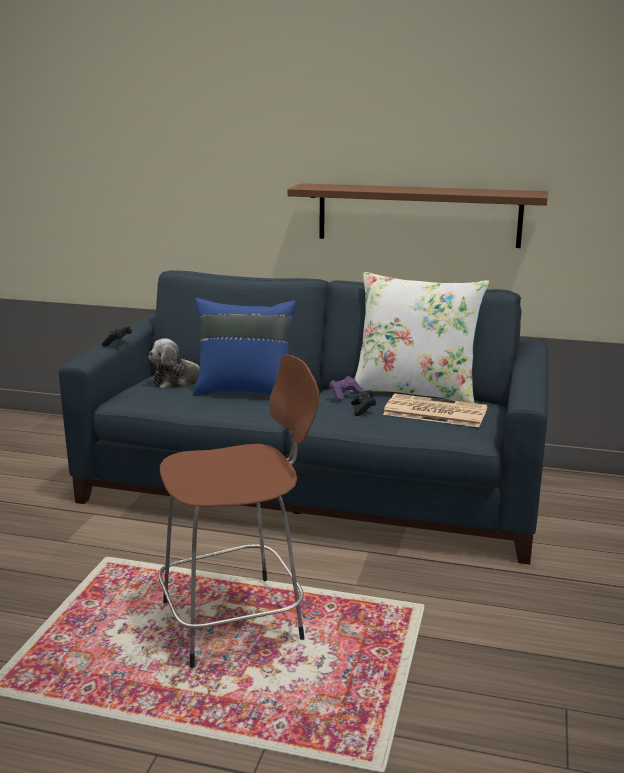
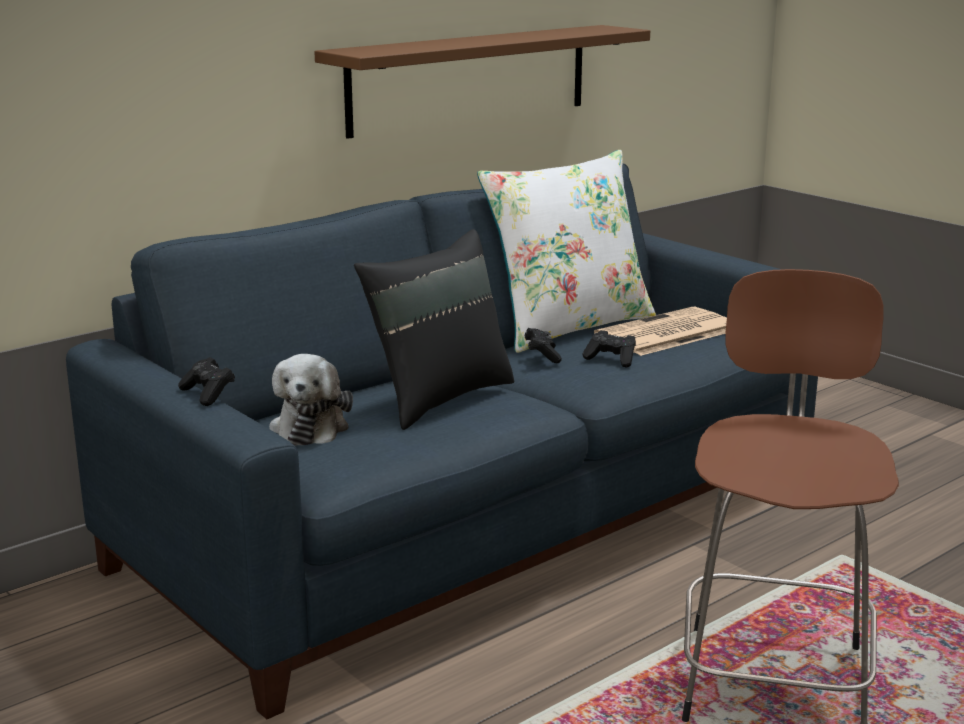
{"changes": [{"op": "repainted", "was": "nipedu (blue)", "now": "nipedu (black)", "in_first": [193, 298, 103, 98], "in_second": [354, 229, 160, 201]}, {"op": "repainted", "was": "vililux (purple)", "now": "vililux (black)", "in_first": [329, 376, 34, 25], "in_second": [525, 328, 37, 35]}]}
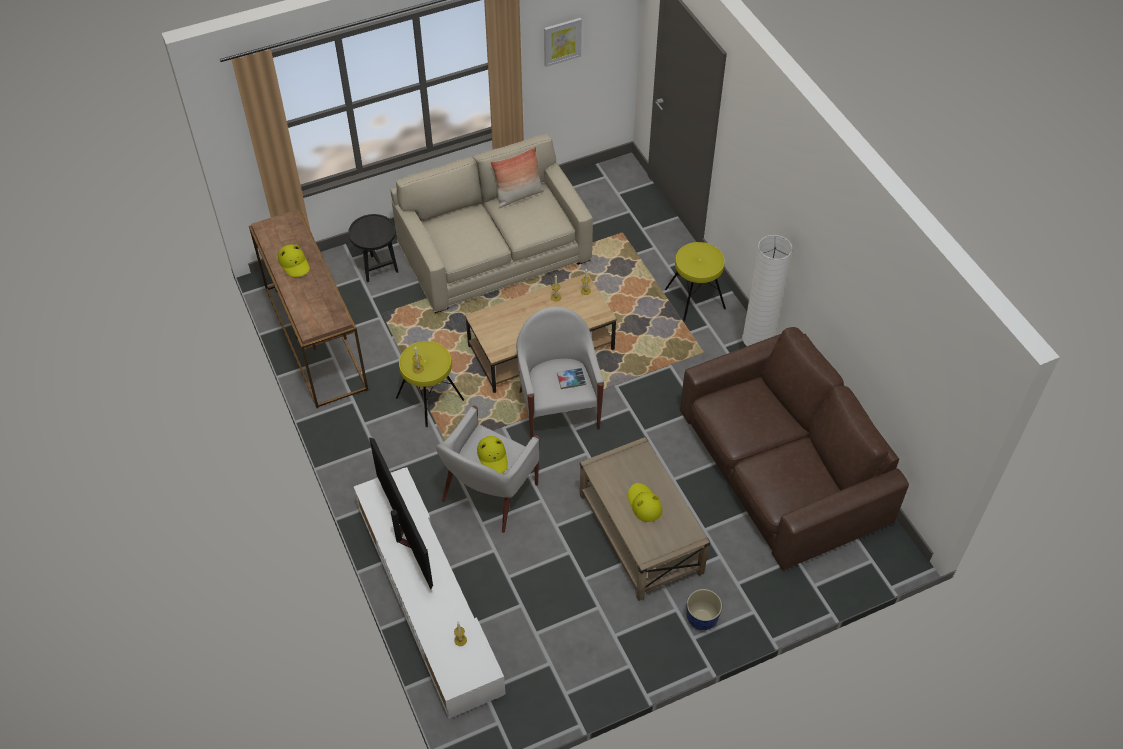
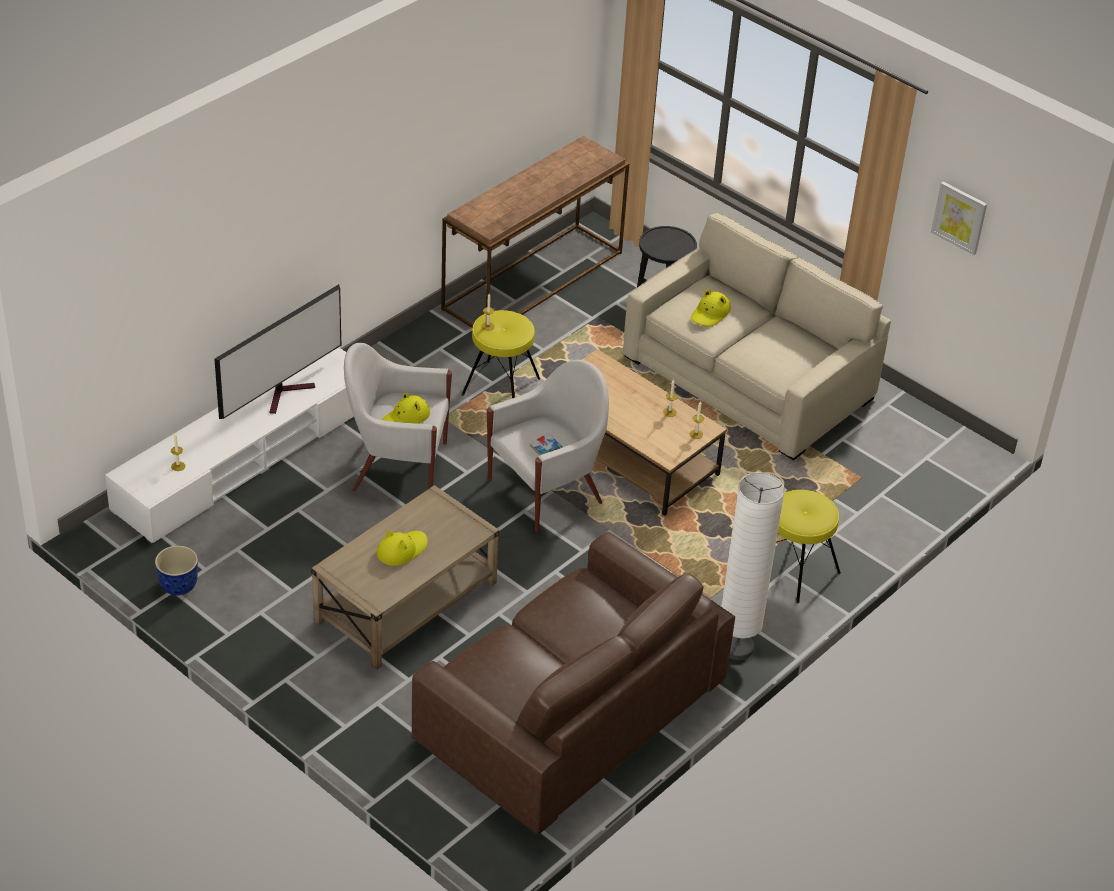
{"changes": [{"op": "gone", "was": "nipedu", "in_first": [490, 147, 54, 61]}, {"op": "shifted", "was": "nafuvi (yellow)", "in_first": [278, 244, 32, 33], "in_second": [691, 290, 40, 37]}, {"op": "shifted", "was": "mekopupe", "in_first": [687, 589, 35, 41], "in_second": [155, 546, 43, 49]}]}
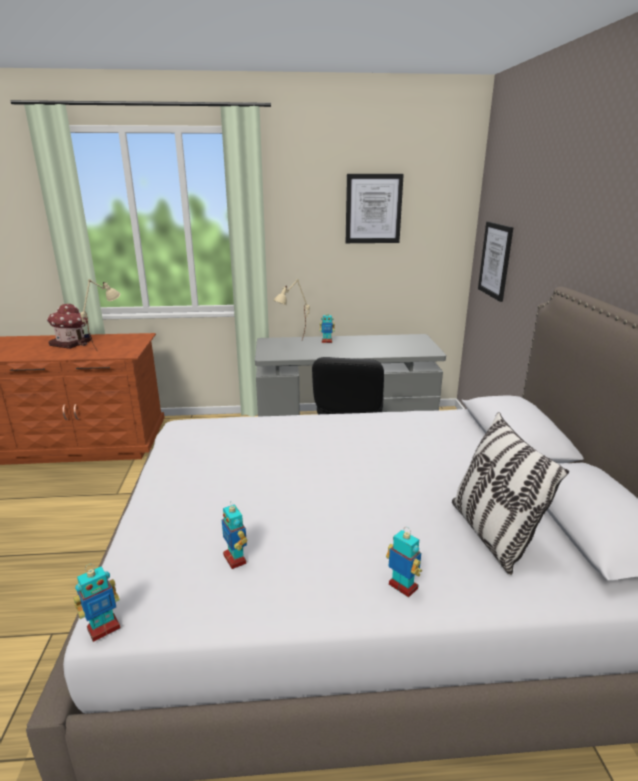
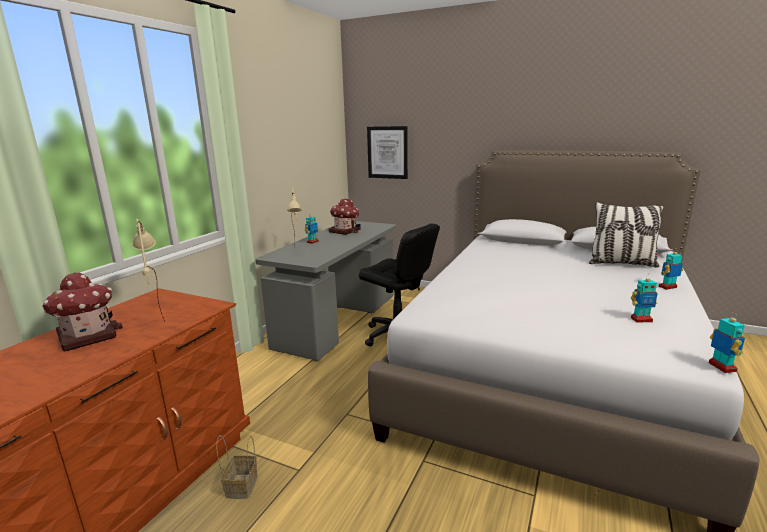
{"changes": [{"op": "gone", "was": "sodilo", "in_first": [346, 174, 58, 69]}, {"op": "new", "now": "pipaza", "in_second": [328, 198, 33, 37]}, {"op": "new", "now": "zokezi", "in_second": [216, 435, 42, 64]}]}
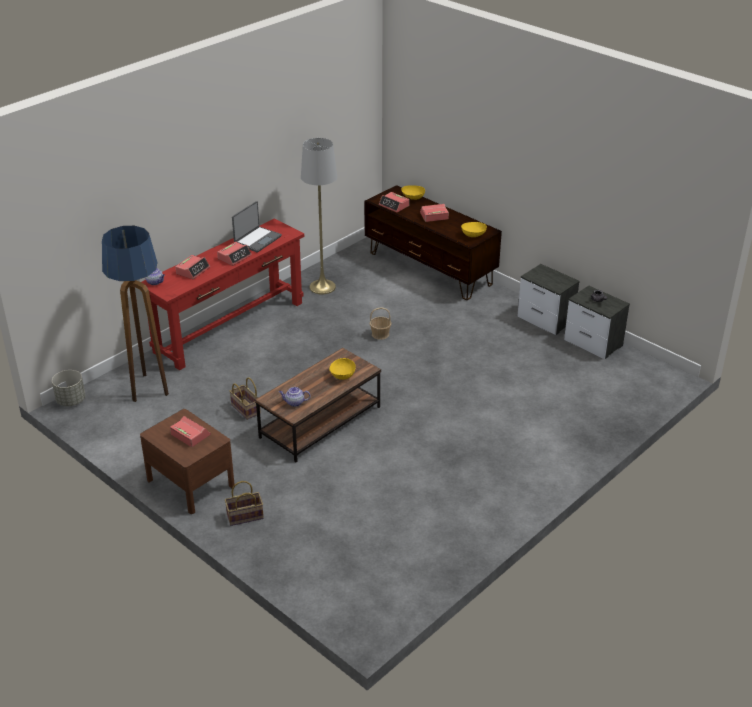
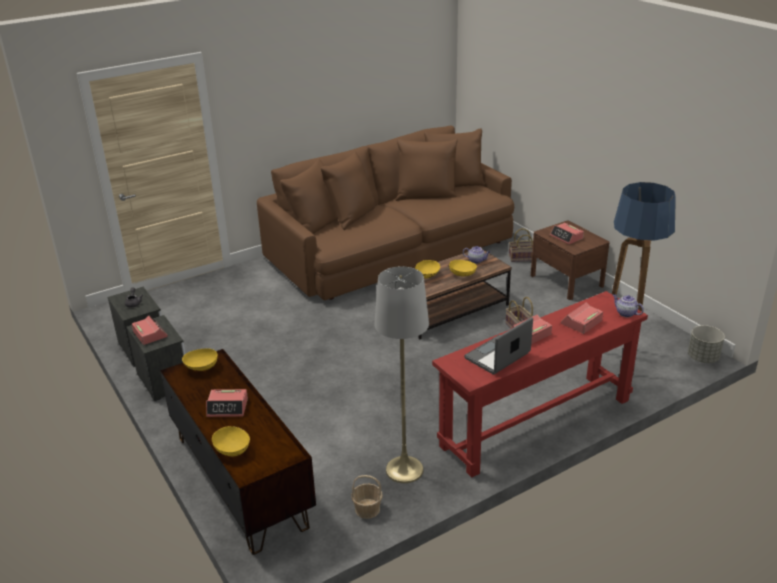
{"changes": [{"op": "shifted", "was": "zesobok", "in_first": [379, 192, 30, 20], "in_second": [132, 316, 36, 29]}, {"op": "shifted", "was": "zokezi", "in_first": [370, 307, 22, 33], "in_second": [351, 475, 32, 44]}, {"op": "new", "now": "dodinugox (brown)", "in_second": [257, 126, 257, 175]}, {"op": "new", "now": "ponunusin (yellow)", "in_second": [449, 260, 28, 16]}]}
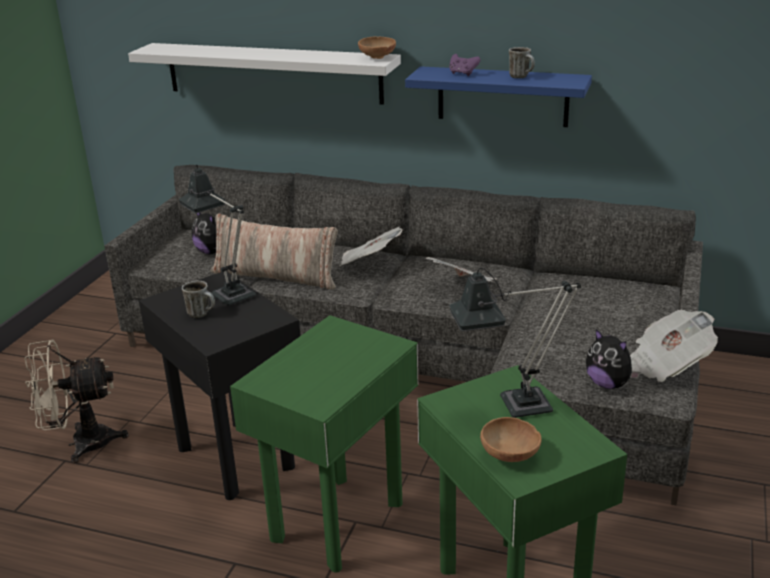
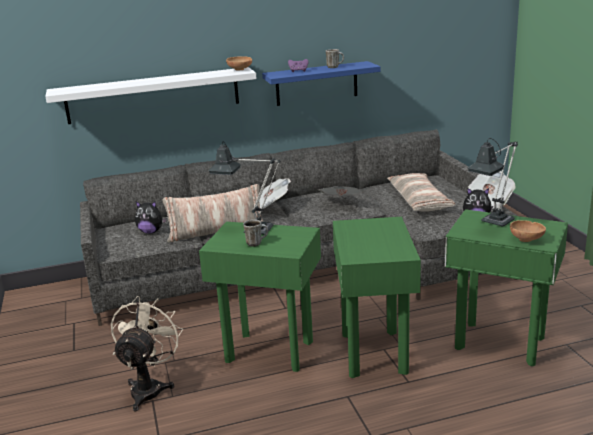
{"changes": [{"op": "repainted", "was": "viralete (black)", "now": "viralete (green)", "in_first": [139, 271, 162, 229], "in_second": [199, 222, 122, 150]}, {"op": "rotated", "was": "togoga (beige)", "in_first": [25, 339, 104, 124], "in_second": [111, 296, 72, 116], "clockwise": 150}, {"op": "new", "now": "nipedu", "in_second": [387, 173, 69, 38]}]}
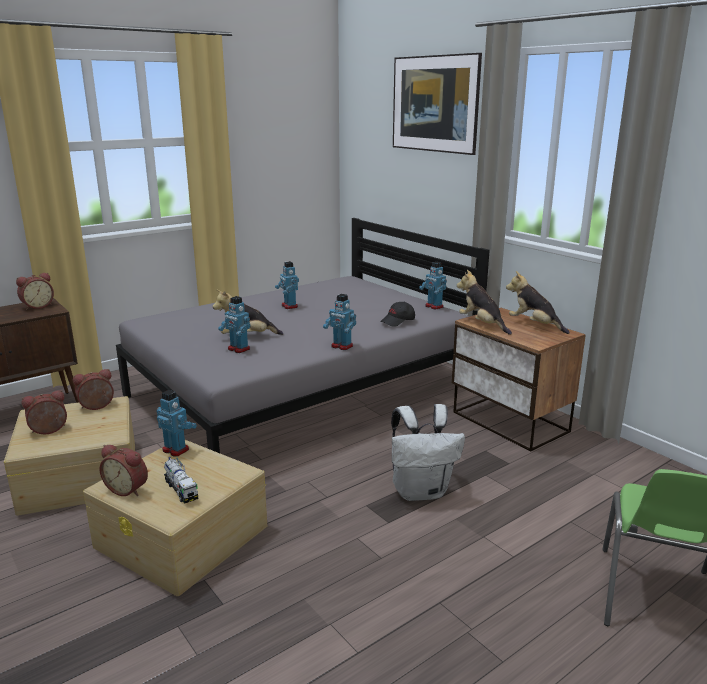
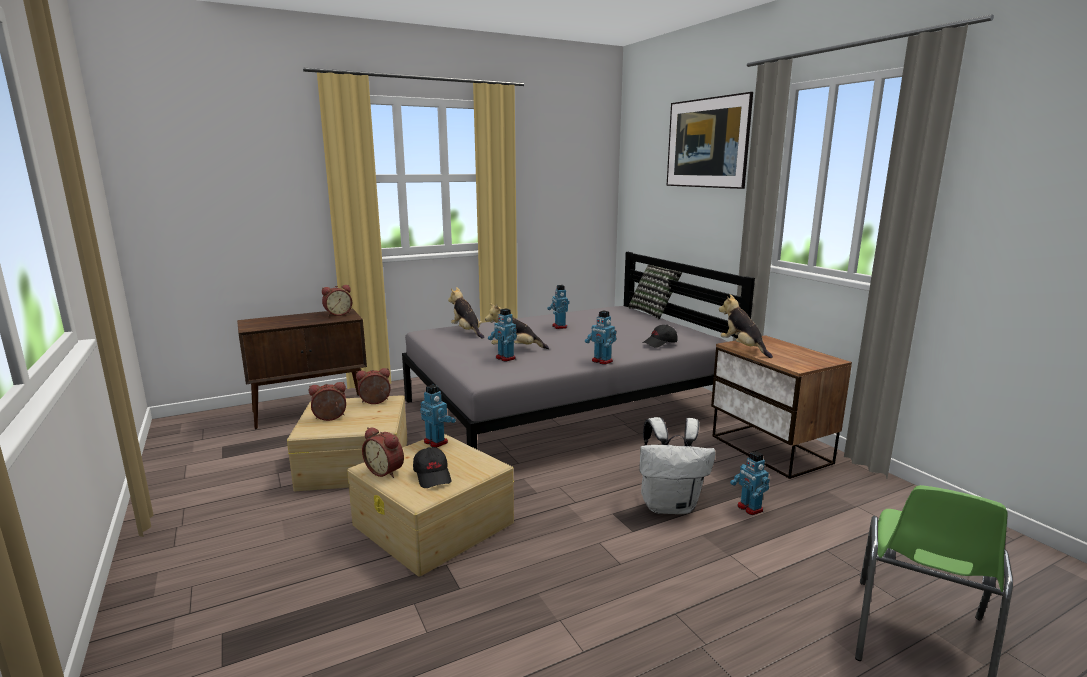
{"changes": [{"op": "shifted", "was": "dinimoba", "in_first": [419, 262, 28, 47], "in_second": [730, 451, 40, 64]}, {"op": "shifted", "was": "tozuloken", "in_first": [506, 271, 64, 63], "in_second": [448, 287, 36, 52]}, {"op": "swapped", "was": "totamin", "now": "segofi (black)", "in_first": [164, 457, 34, 47], "in_second": [413, 447, 38, 41]}, {"op": "new", "now": "nipedu", "in_second": [628, 265, 54, 54]}]}
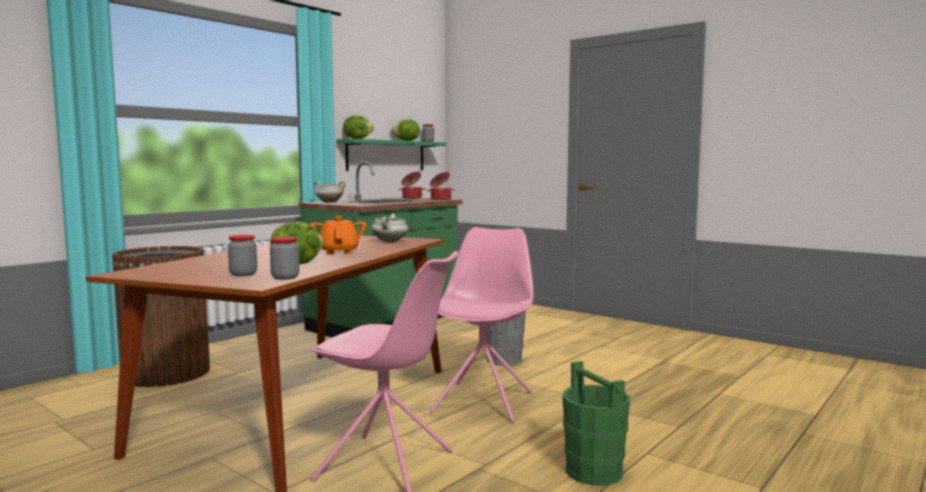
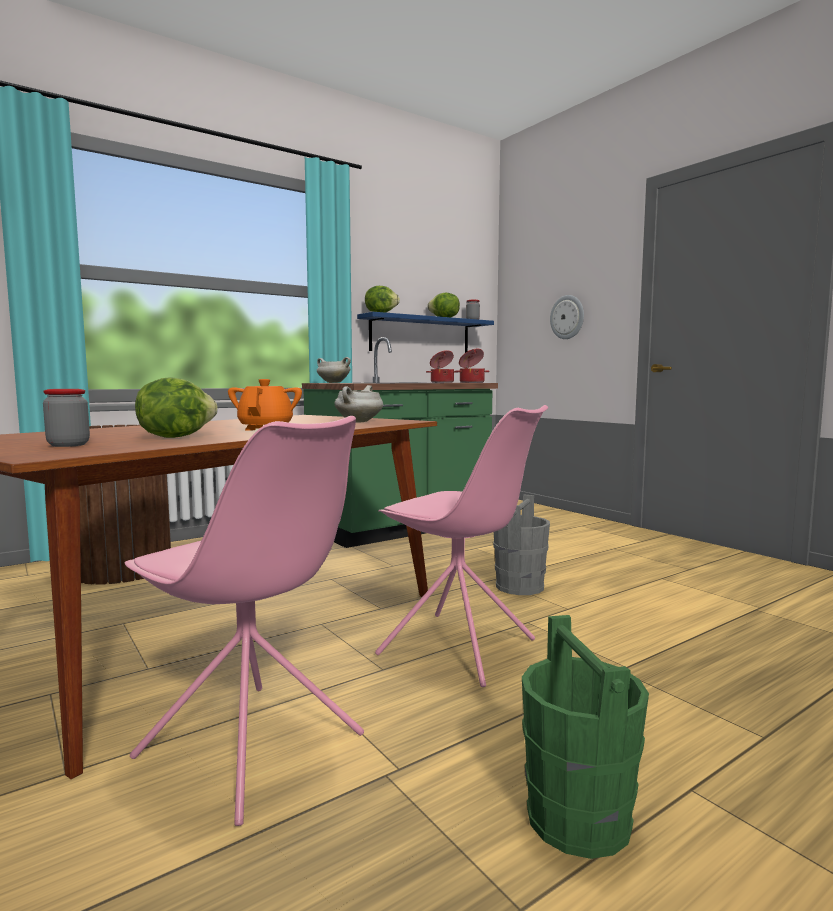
{"changes": [{"op": "repainted", "was": "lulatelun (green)", "now": "lulatelun (blue)", "in_first": [336, 139, 110, 32], "in_second": [357, 312, 137, 41]}, {"op": "rotated", "was": "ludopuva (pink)", "in_first": [430, 227, 104, 195], "in_second": [375, 405, 173, 282], "clockwise": 90}, {"op": "gone", "was": "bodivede", "in_first": [270, 237, 29, 43]}, {"op": "new", "now": "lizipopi", "in_second": [550, 295, 34, 44]}]}
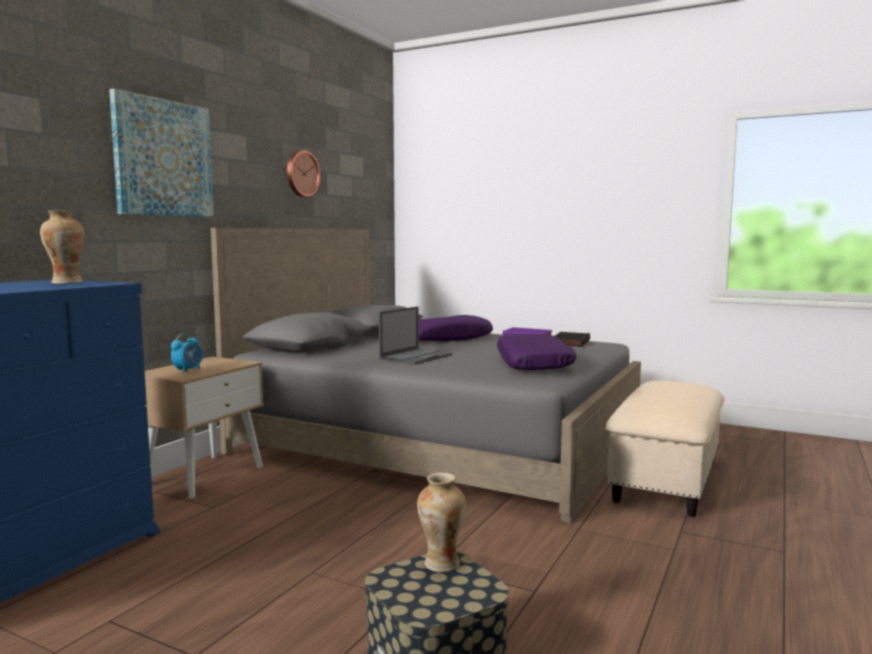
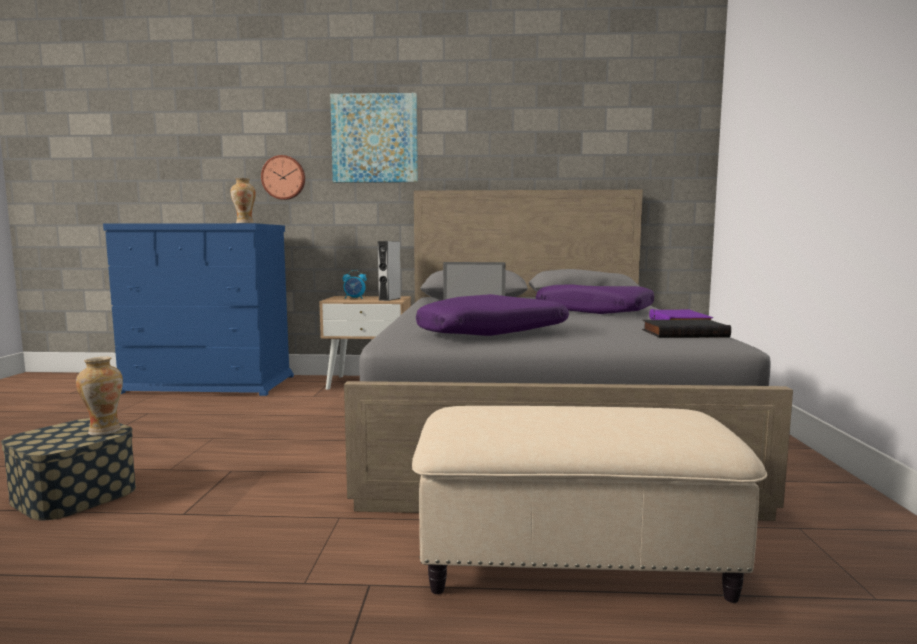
{"changes": [{"op": "shifted", "was": "lizipopi", "in_first": [287, 150, 33, 47], "in_second": [261, 155, 44, 45]}, {"op": "new", "now": "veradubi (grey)", "in_second": [378, 241, 23, 60]}]}
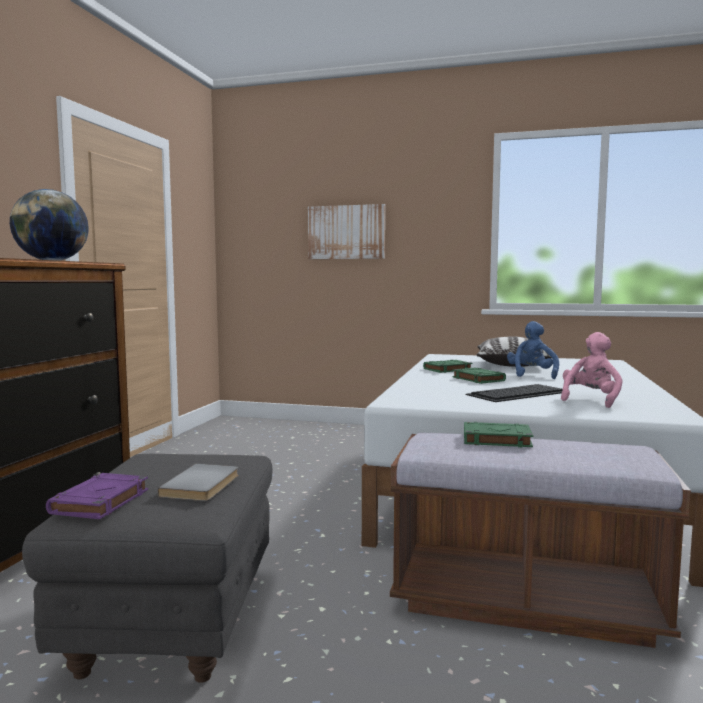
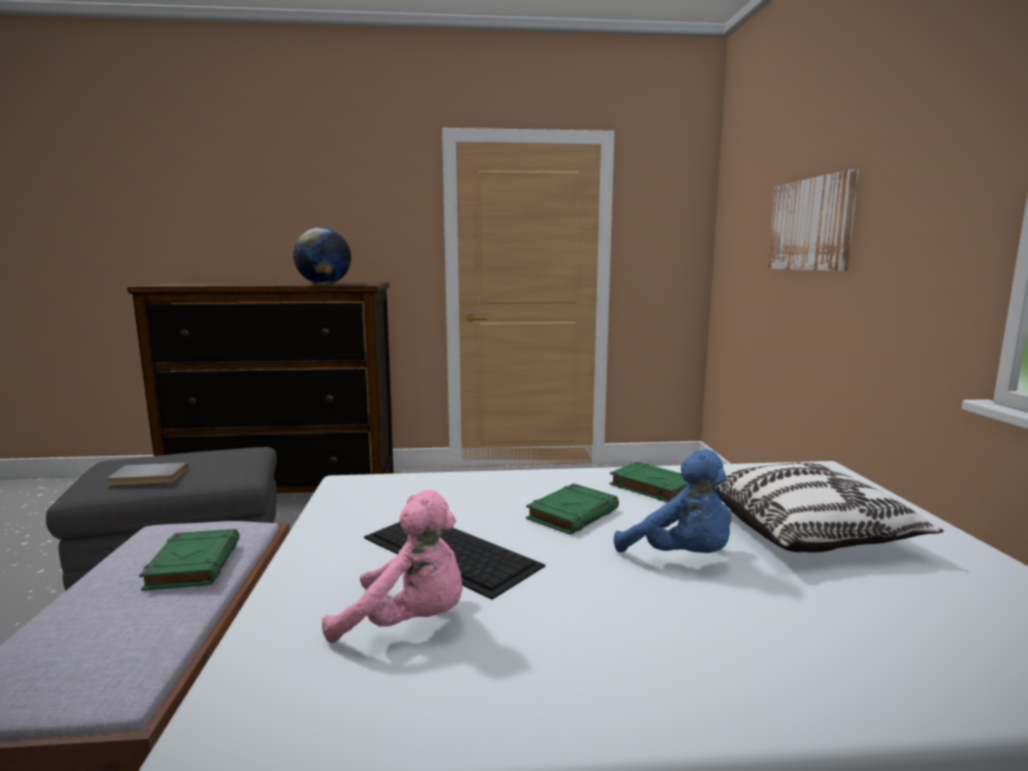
{"changes": [{"op": "rotated", "was": "tozuloken (blue)", "in_first": [507, 321, 52, 58], "in_second": [614, 449, 117, 104], "clockwise": 60}, {"op": "gone", "was": "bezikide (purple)", "in_first": [46, 473, 102, 46]}]}
